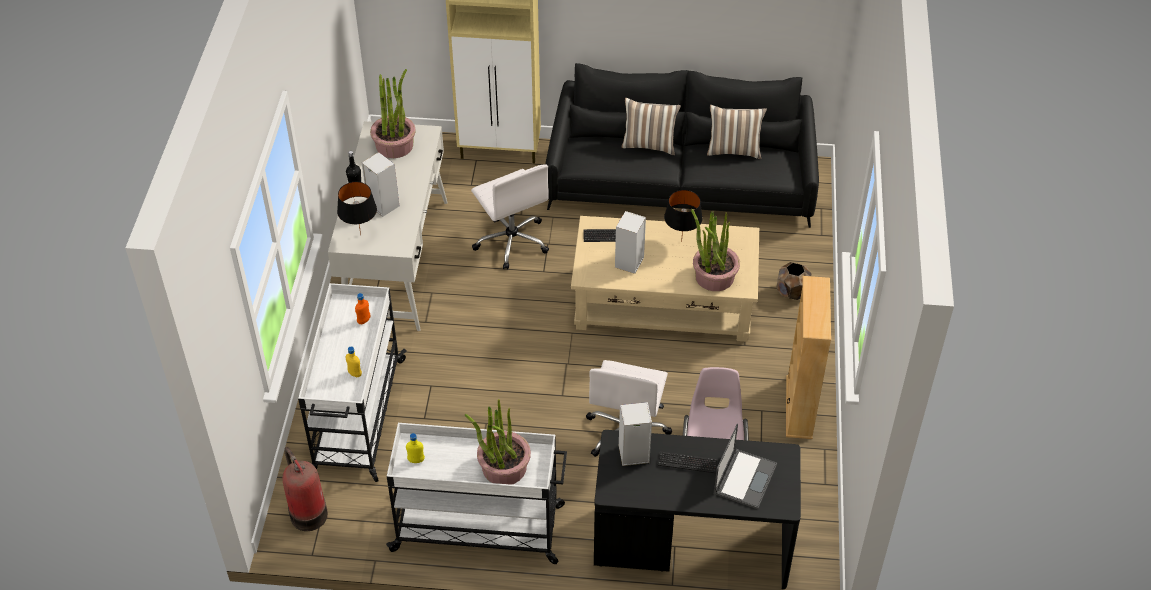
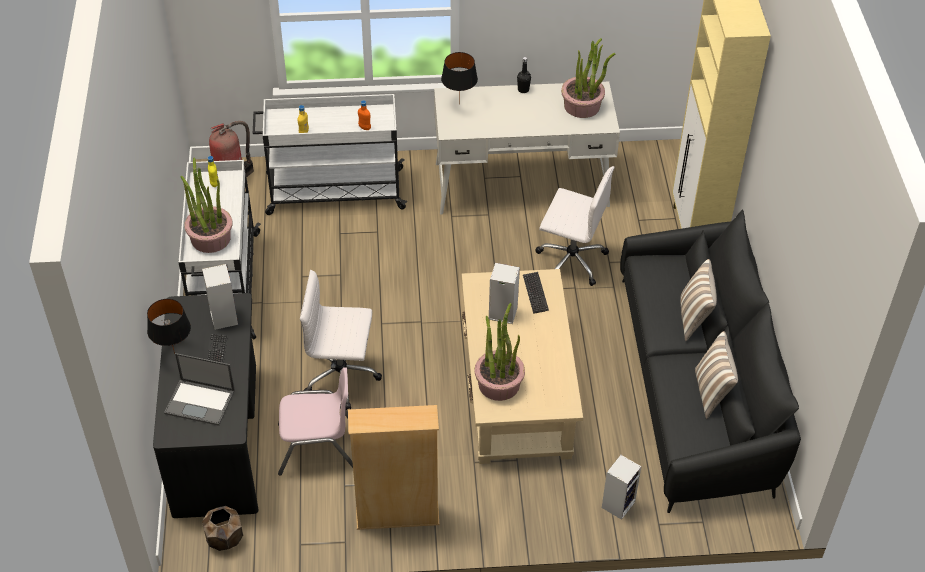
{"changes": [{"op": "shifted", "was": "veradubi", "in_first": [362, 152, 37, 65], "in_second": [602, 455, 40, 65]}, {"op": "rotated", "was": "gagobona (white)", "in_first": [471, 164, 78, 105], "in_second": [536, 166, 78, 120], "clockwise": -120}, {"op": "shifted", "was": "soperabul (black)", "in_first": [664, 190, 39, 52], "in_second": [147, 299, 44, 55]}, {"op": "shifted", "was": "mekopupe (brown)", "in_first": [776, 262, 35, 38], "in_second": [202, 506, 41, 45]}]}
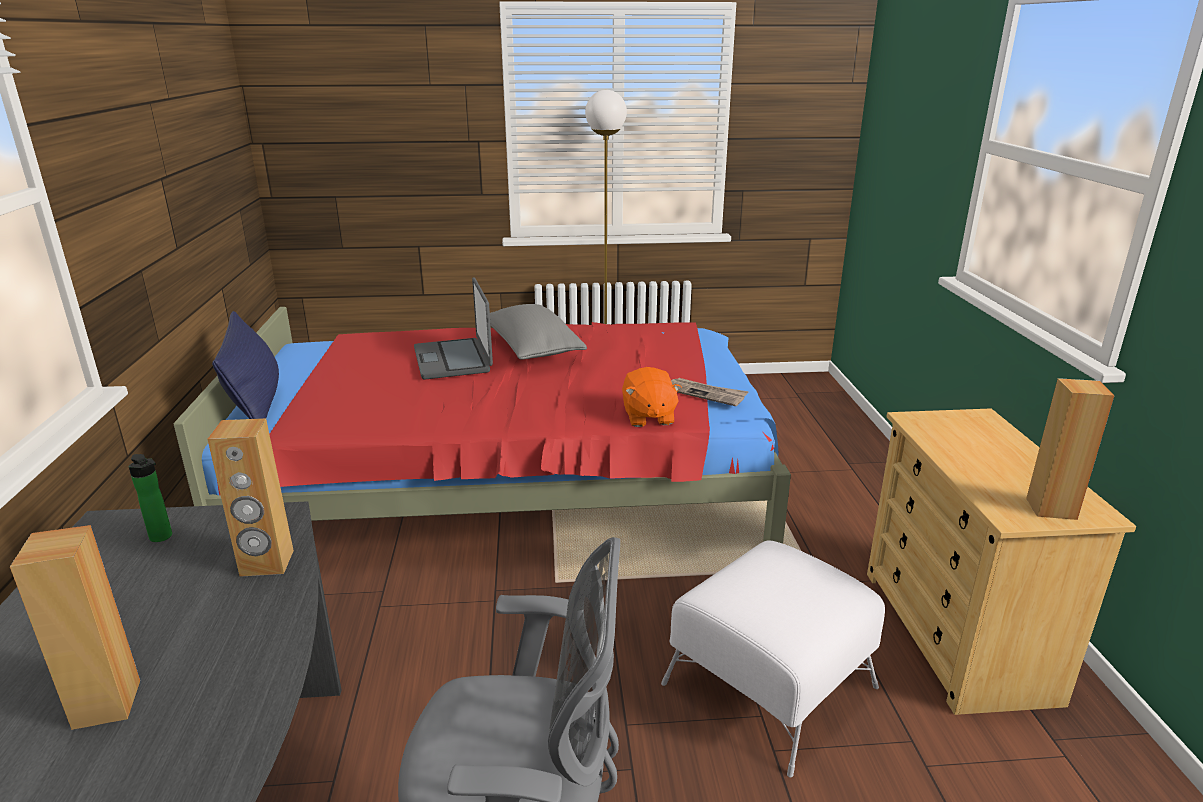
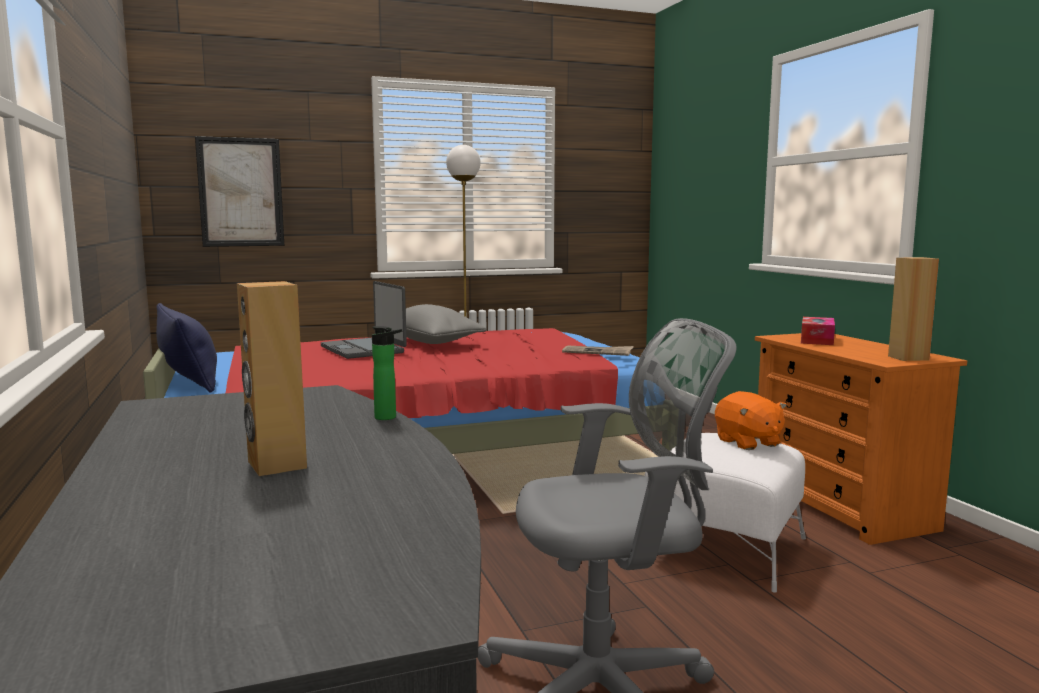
{"changes": [{"op": "shifted", "was": "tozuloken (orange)", "in_first": [622, 367, 60, 60], "in_second": [715, 391, 72, 59]}, {"op": "repainted", "was": "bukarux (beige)", "now": "bukarux (orange)", "in_first": [867, 408, 269, 307], "in_second": [755, 333, 212, 212]}, {"op": "gone", "was": "veradubi (brown)", "in_first": [208, 418, 86, 159]}, {"op": "shifted", "was": "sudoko", "in_first": [128, 454, 44, 88], "in_second": [372, 326, 30, 94]}, {"op": "new", "now": "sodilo", "in_second": [195, 136, 89, 111]}, {"op": "new", "now": "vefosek", "in_second": [801, 317, 34, 28]}]}
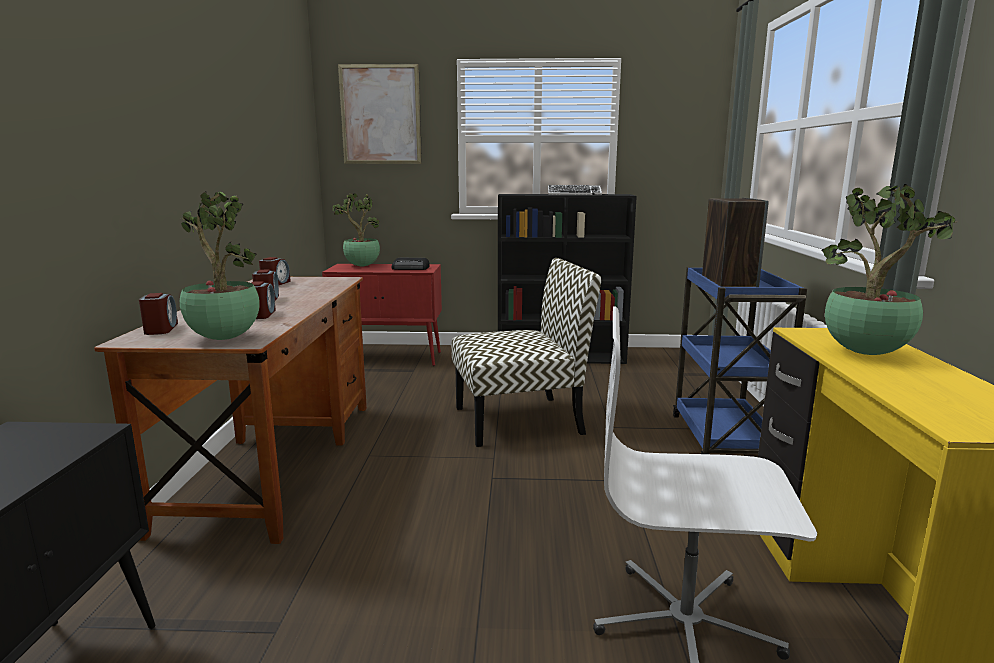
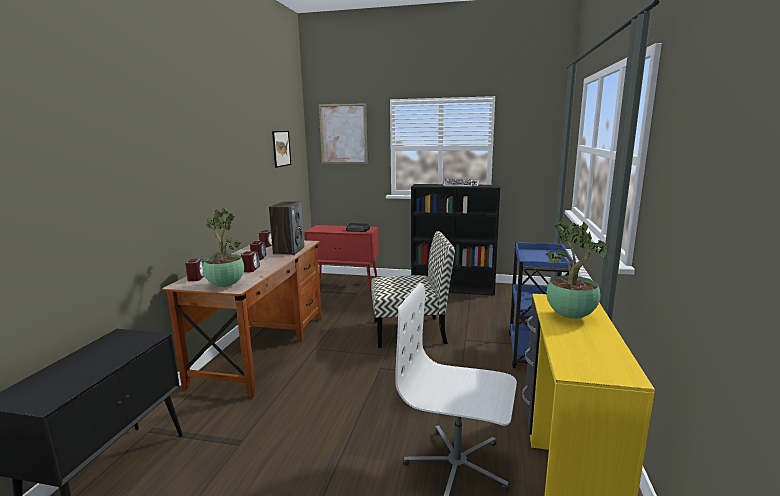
{"changes": [{"op": "gone", "was": "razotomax", "in_first": [332, 193, 48, 73]}, {"op": "shifted", "was": "veradubi", "in_first": [702, 198, 67, 89], "in_second": [269, 201, 35, 54]}, {"op": "new", "now": "sodilo", "in_second": [272, 131, 19, 37]}]}
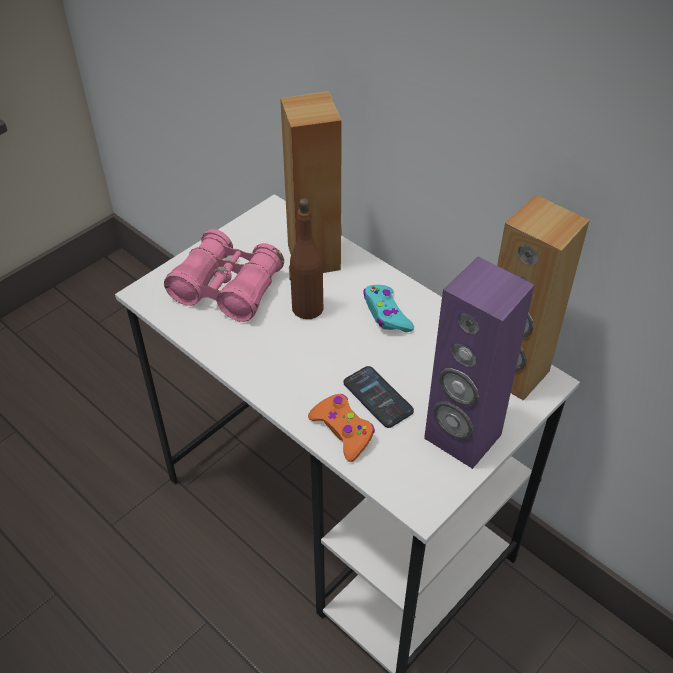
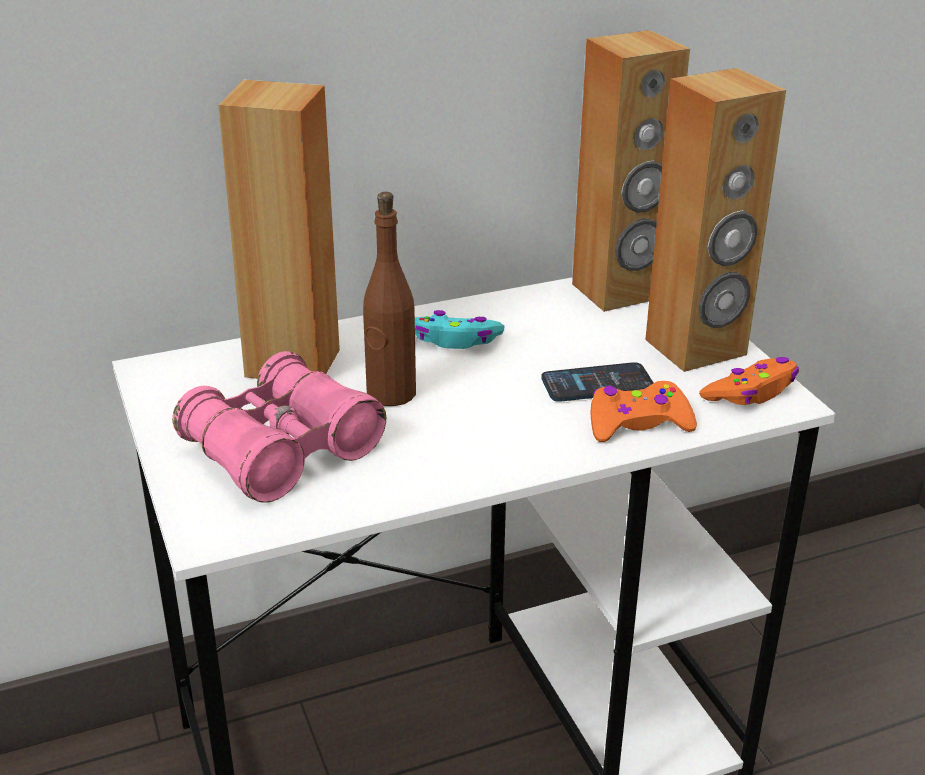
{"changes": [{"op": "repainted", "was": "veradubi (purple)", "now": "veradubi (brown)", "in_first": [424, 257, 110, 212], "in_second": [645, 68, 141, 304]}, {"op": "new", "now": "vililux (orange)", "in_second": [699, 357, 100, 48]}]}
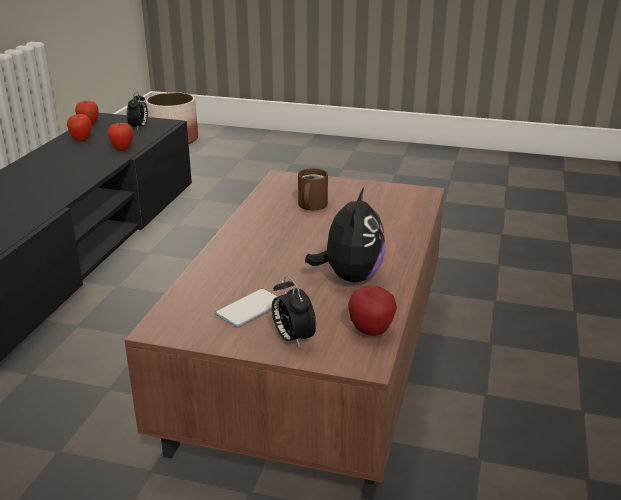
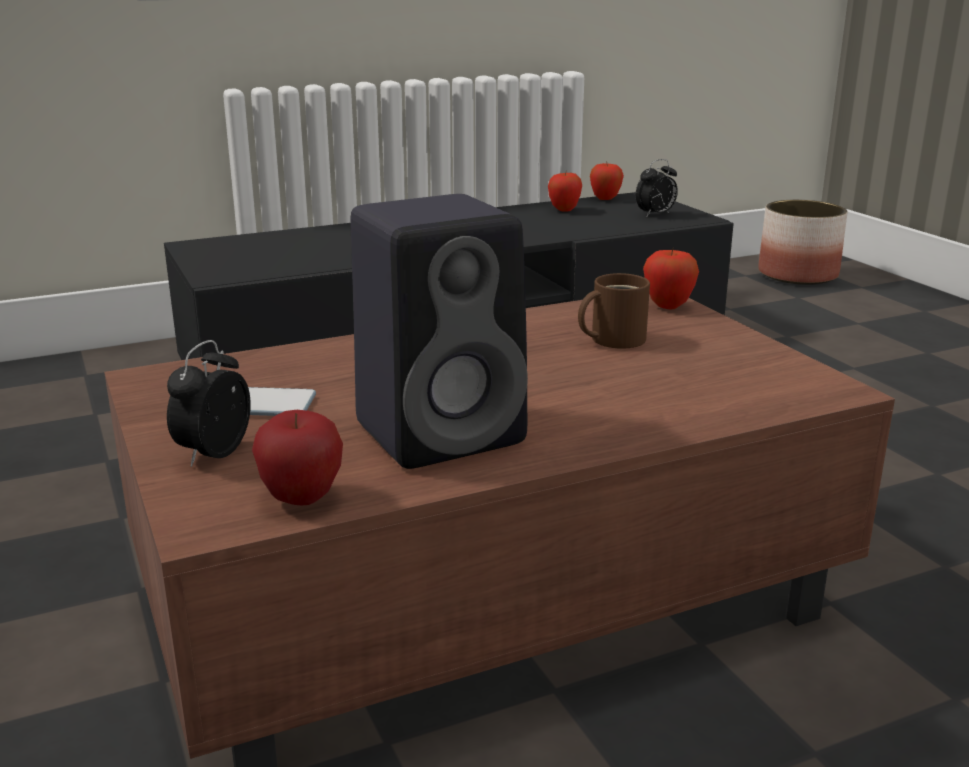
{"changes": [{"op": "shifted", "was": "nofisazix", "in_first": [107, 122, 26, 29], "in_second": [643, 248, 56, 62]}, {"op": "swapped", "was": "tozuloken", "now": "veradubi (black)", "in_first": [305, 187, 80, 95], "in_second": [350, 194, 178, 275]}]}
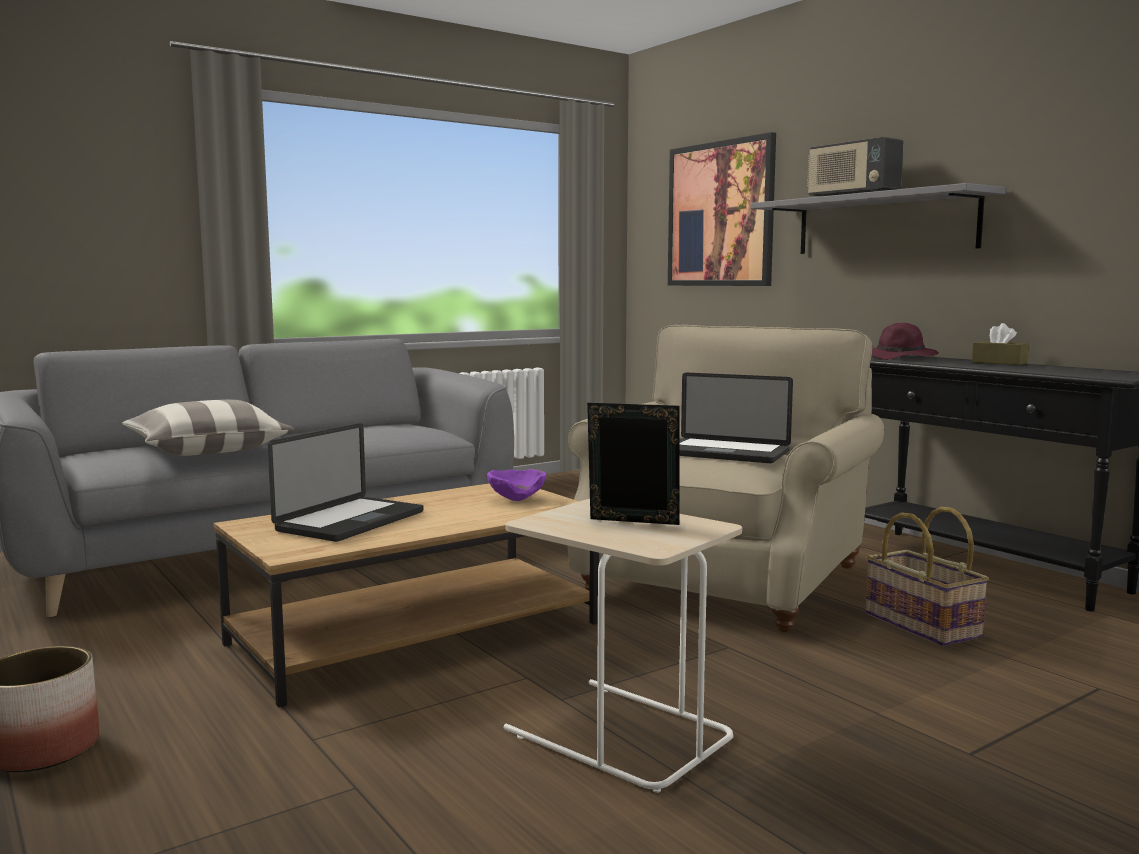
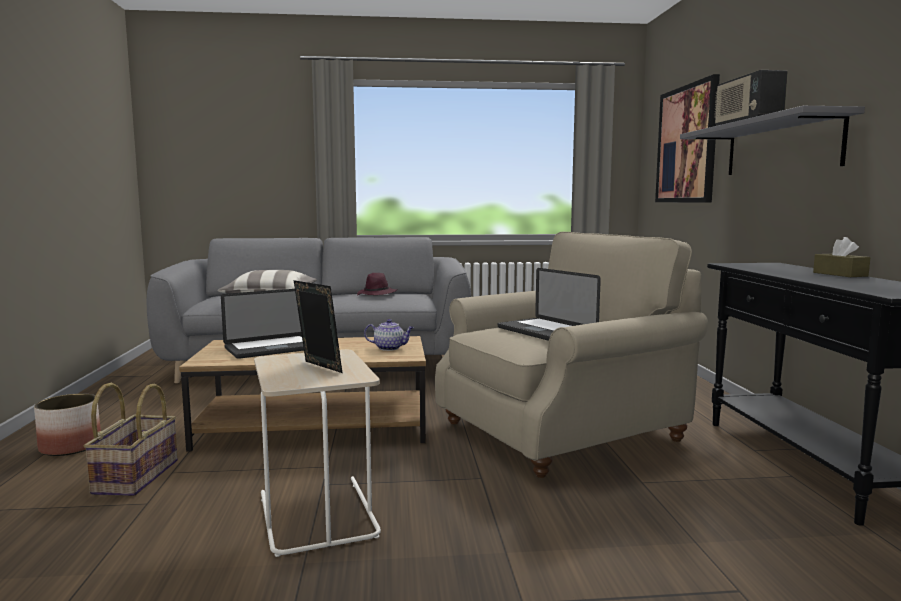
{"changes": [{"op": "shifted", "was": "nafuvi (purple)", "in_first": [872, 323, 67, 37], "in_second": [357, 273, 40, 22]}, {"op": "swapped", "was": "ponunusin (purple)", "now": "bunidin", "in_first": [487, 469, 59, 32], "in_second": [364, 319, 50, 32]}, {"op": "shifted", "was": "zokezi", "in_first": [865, 507, 124, 139], "in_second": [84, 382, 94, 114]}]}
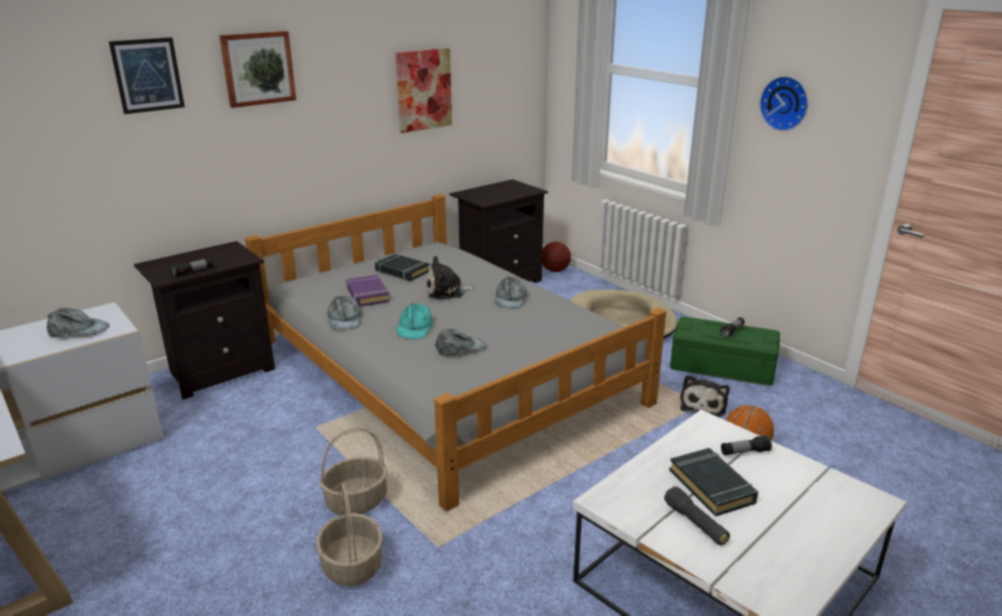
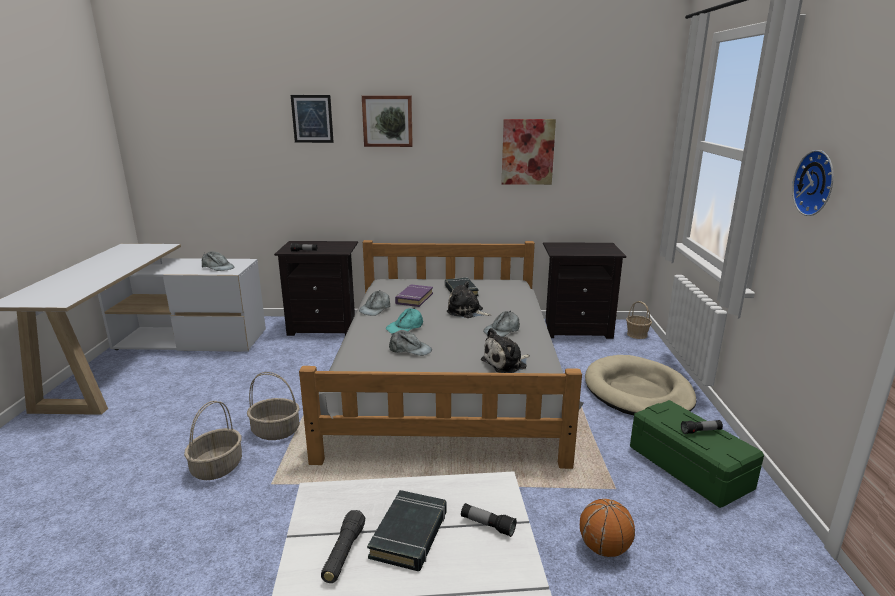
{"changes": [{"op": "swapped", "was": "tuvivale", "now": "zokezi", "in_first": [542, 242, 29, 30], "in_second": [626, 301, 26, 38]}, {"op": "shifted", "was": "tozuloken", "in_first": [680, 375, 50, 42], "in_second": [481, 328, 49, 45]}]}
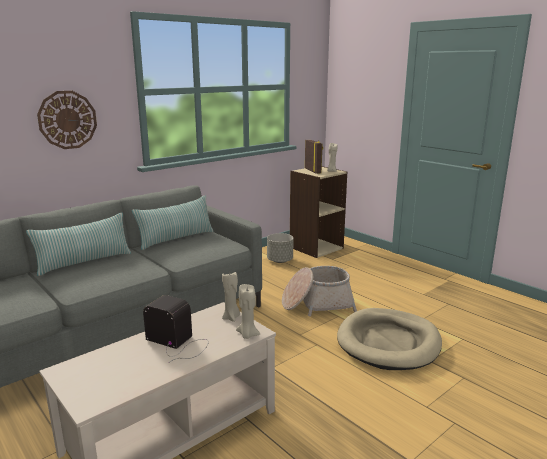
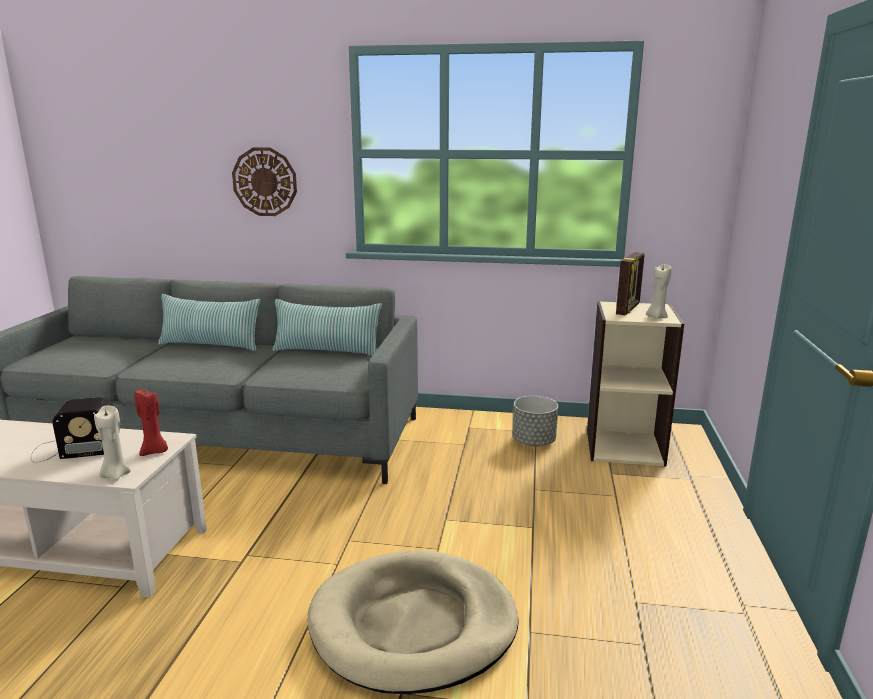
{"changes": [{"op": "gone", "was": "zokezi", "in_first": [282, 266, 75, 51]}, {"op": "repainted", "was": "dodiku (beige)", "now": "dodiku (red)", "in_first": [222, 270, 18, 52], "in_second": [135, 389, 33, 67]}, {"op": "rotated", "was": "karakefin", "in_first": [143, 295, 66, 67], "in_second": [31, 397, 81, 66], "clockwise": 90}]}
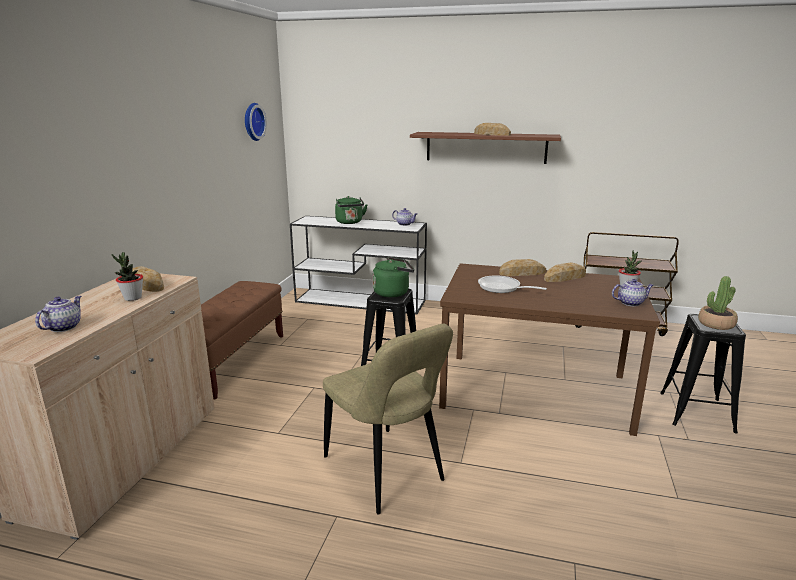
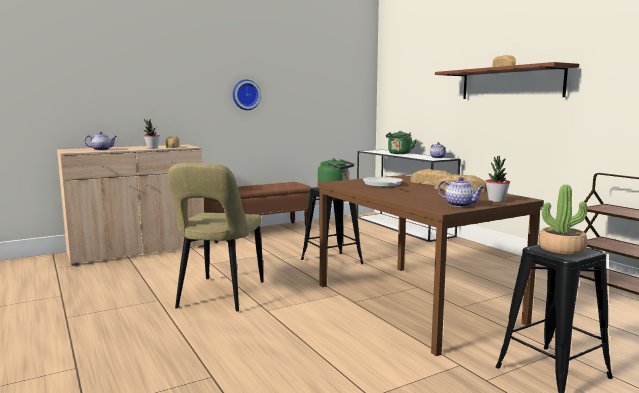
{"changes": [{"op": "shifted", "was": "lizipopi", "in_first": [245, 103, 22, 38], "in_second": [233, 80, 28, 30]}]}
